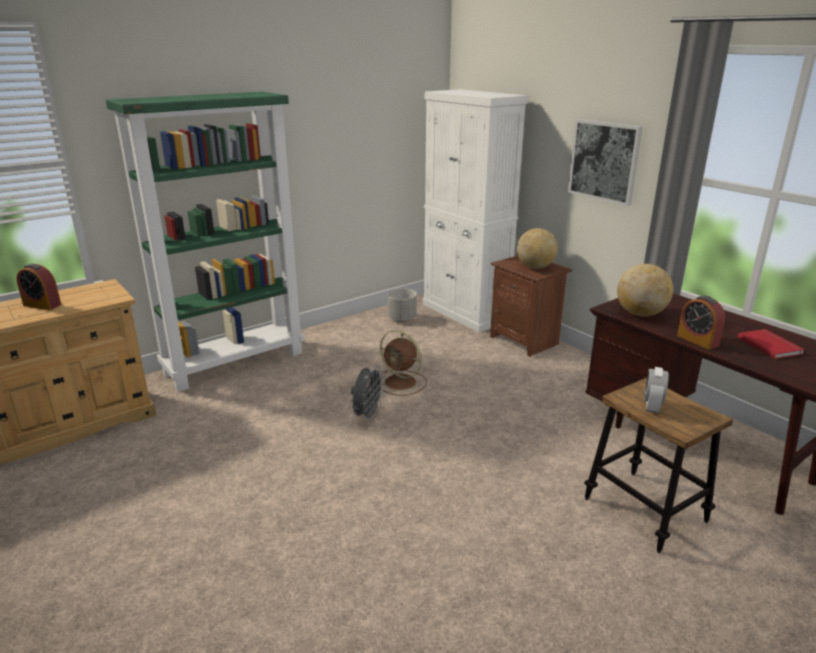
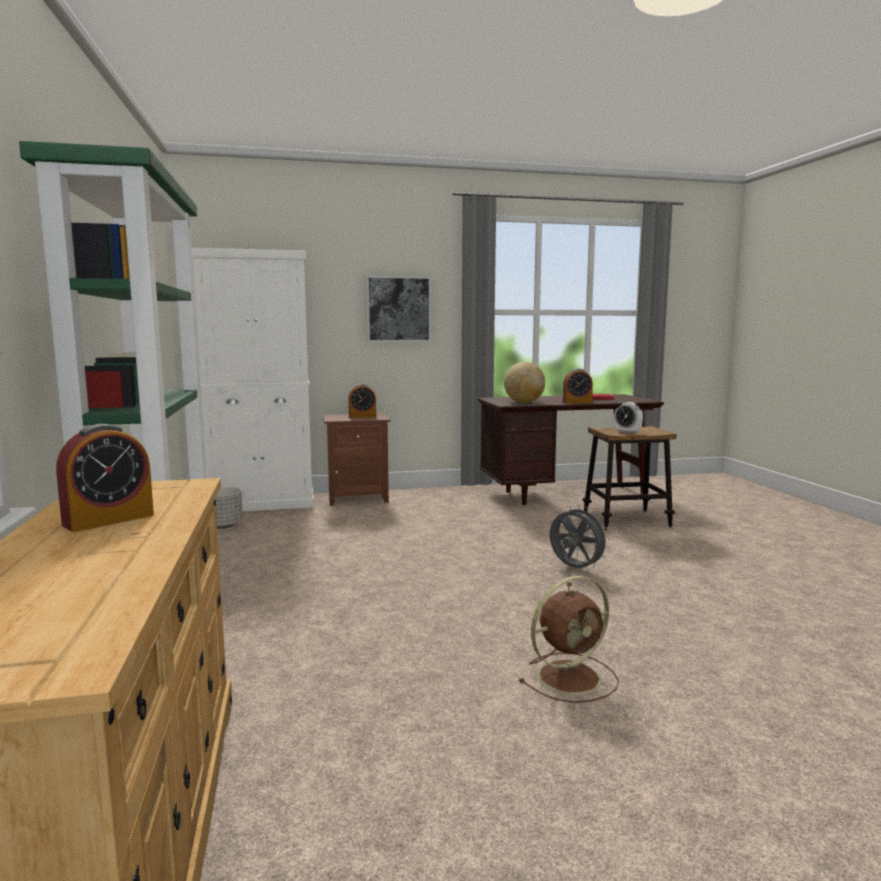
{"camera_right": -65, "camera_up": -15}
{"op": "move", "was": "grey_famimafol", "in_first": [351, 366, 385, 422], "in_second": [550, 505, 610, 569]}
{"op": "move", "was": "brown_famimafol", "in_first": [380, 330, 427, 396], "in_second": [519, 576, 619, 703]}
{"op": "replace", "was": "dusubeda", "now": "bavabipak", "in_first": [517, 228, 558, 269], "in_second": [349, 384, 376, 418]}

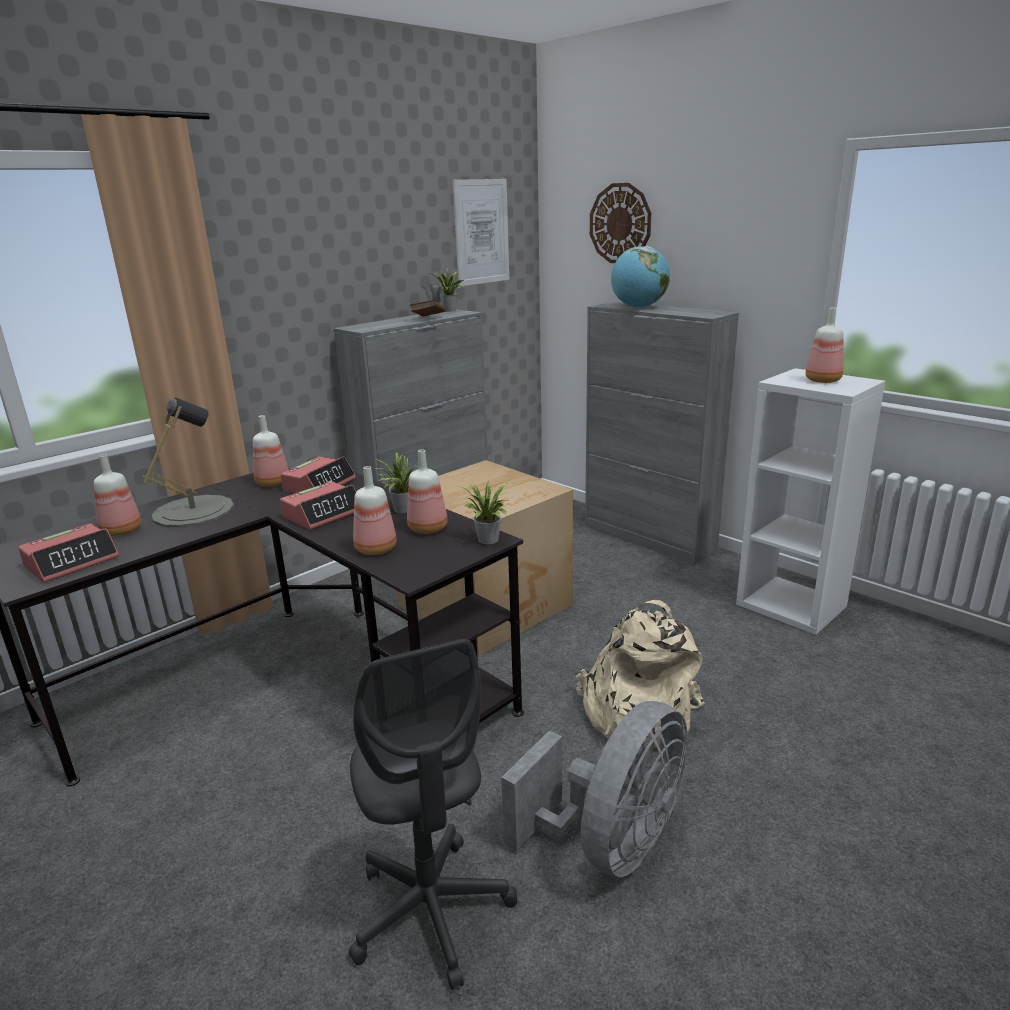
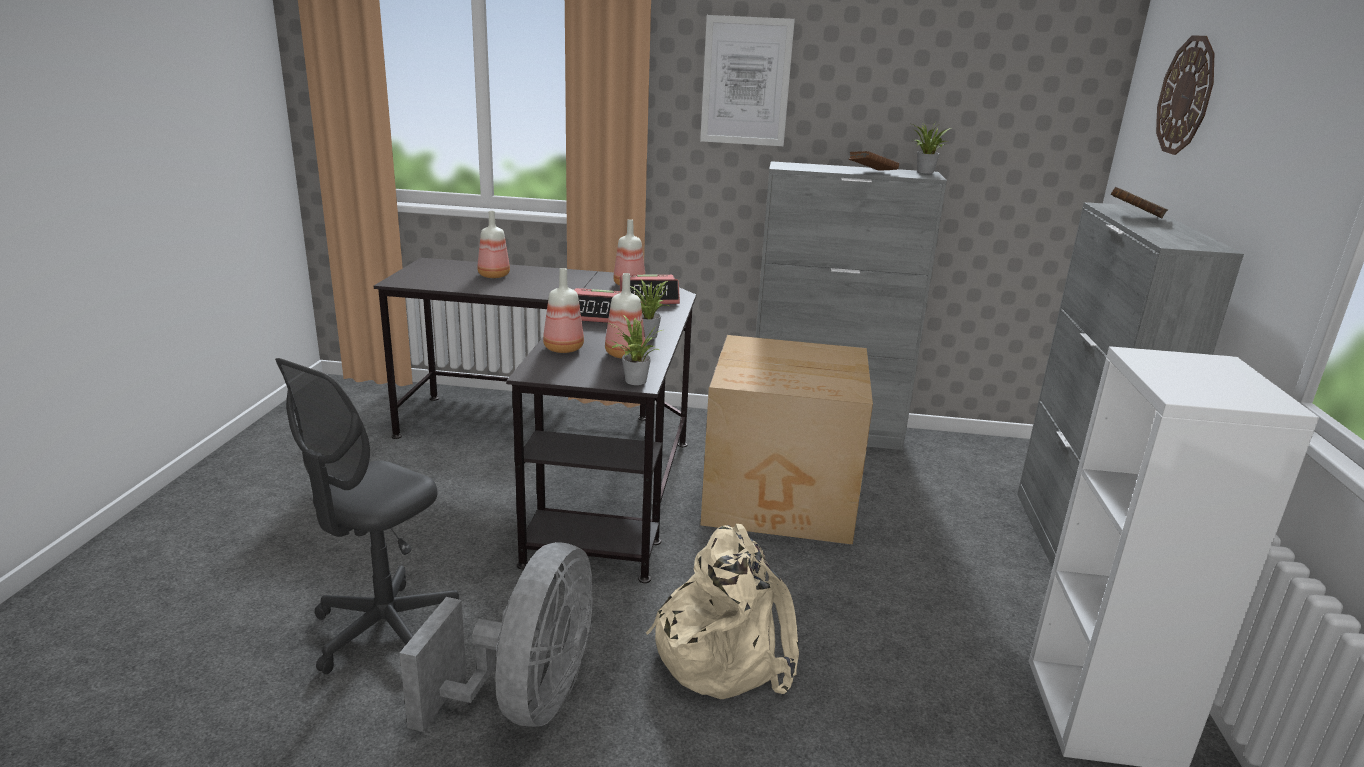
{"camera_right": 50, "camera_up": 0}
{"op": "delete", "was": "bavabipak", "in_first": [18, 524, 119, 583]}
{"op": "delete", "was": "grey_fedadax", "in_first": [143, 398, 234, 527]}
{"op": "move", "was": "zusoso", "in_first": [453, 179, 509, 286], "in_second": [700, 15, 795, 146]}
{"op": "rotate", "was": "grey_famimafol", "in_first": [501, 701, 687, 877], "in_second": [399, 542, 593, 732], "clockwise": -75}
{"op": "replace", "was": "dusubeda", "now": "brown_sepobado", "in_first": [611, 246, 670, 308], "in_second": [1111, 187, 1168, 218]}
{"op": "delete", "was": "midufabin", "in_first": [806, 308, 844, 383]}

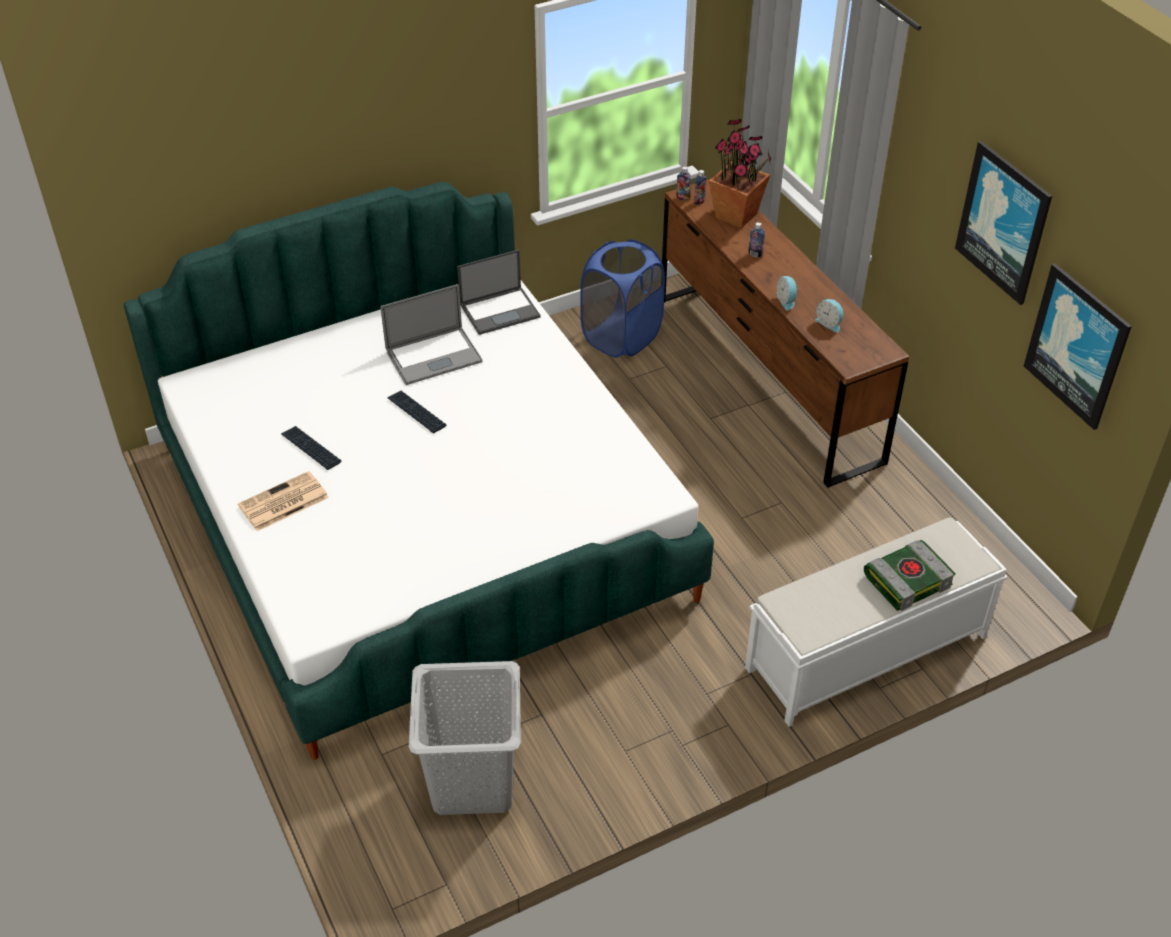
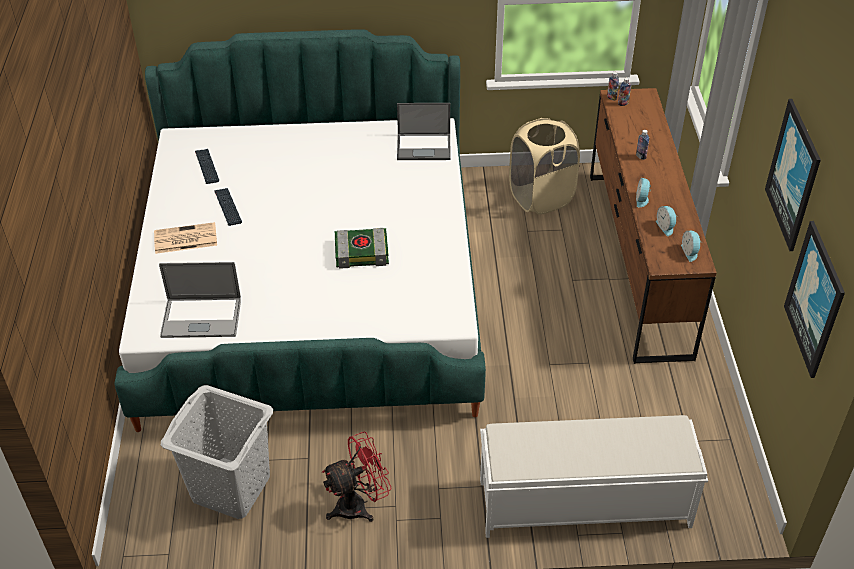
{"camera_right": 25, "camera_up": 0}
{"op": "move", "was": "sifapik", "in_first": [381, 284, 483, 385], "in_second": [159, 262, 241, 338]}
{"op": "move", "was": "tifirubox", "in_first": [387, 391, 446, 433], "in_second": [195, 149, 219, 184]}
{"op": "recolor", "was": "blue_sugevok", "now": "beige_sugevok", "in_first": [580, 239, 665, 358], "in_second": [509, 118, 580, 215]}
{"op": "delete", "was": "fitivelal", "in_first": [709, 119, 771, 228]}
{"op": "move", "was": "sepobado", "in_first": [864, 540, 955, 611], "in_second": [335, 228, 389, 269]}
{"op": "insert", "now": "red_famimafol", "in_second": [322, 432, 391, 522]}
{"op": "insert", "now": "bavabipak", "in_second": [681, 231, 702, 262]}

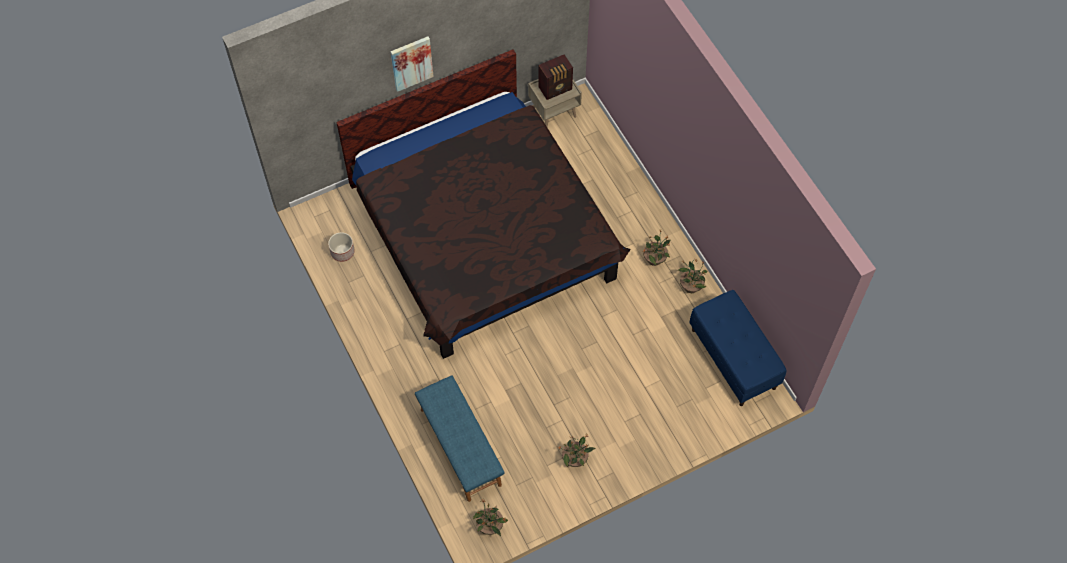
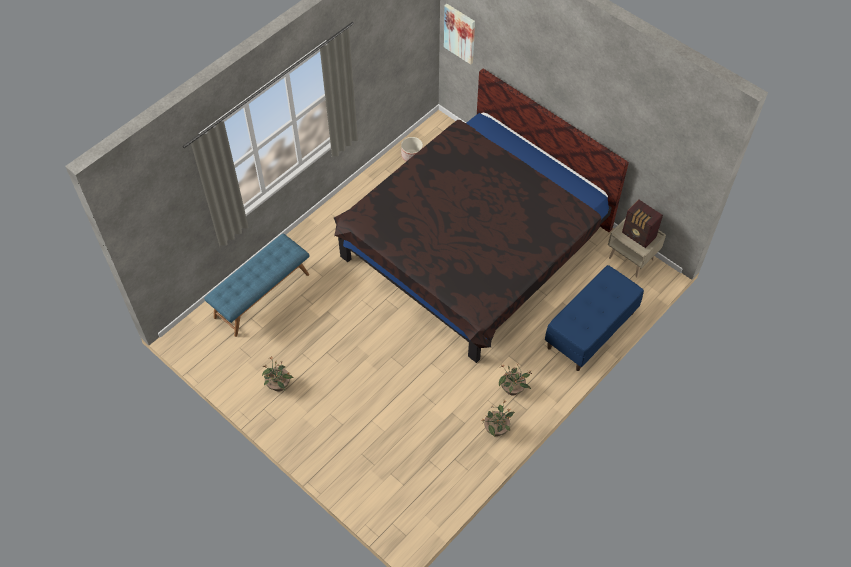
{"camera_right": 70, "camera_up": -5}
{"op": "move", "was": "zusoso", "in_first": [391, 36, 434, 92], "in_second": [444, 4, 475, 65]}
{"op": "delete", "was": "fitivelal", "in_first": [473, 500, 508, 536]}
{"op": "move", "was": "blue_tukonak", "in_first": [689, 290, 787, 406], "in_second": [545, 265, 644, 371]}

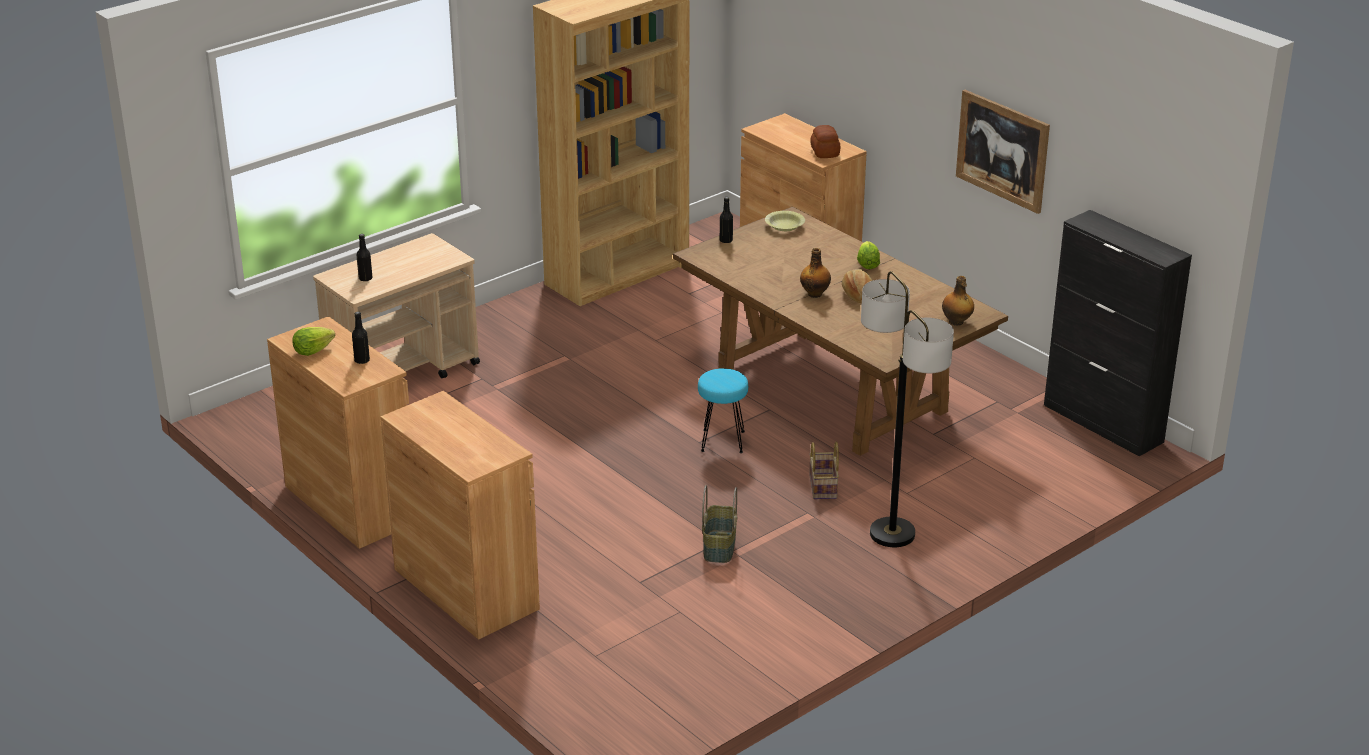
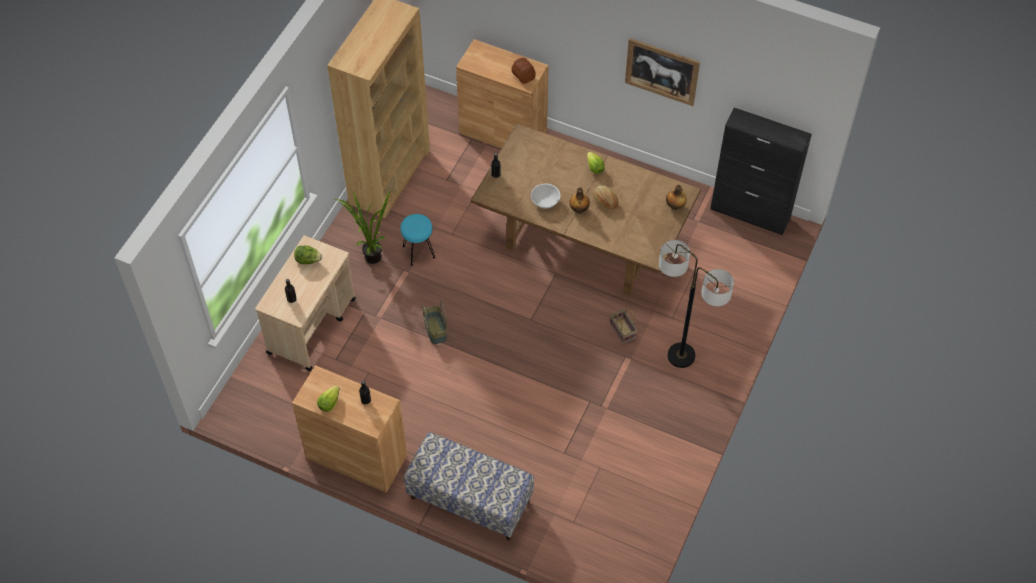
{"camera_right": -25, "camera_up": 25}
{"op": "replace", "was": "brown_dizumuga", "now": "tukonak", "in_first": [380, 391, 540, 640], "in_second": [404, 432, 534, 540]}
{"op": "move", "was": "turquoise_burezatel", "in_first": [698, 368, 748, 453], "in_second": [400, 214, 435, 266]}
{"op": "move", "was": "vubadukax", "in_first": [702, 485, 737, 563], "in_second": [423, 301, 447, 344]}
{"op": "delete", "was": "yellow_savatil", "in_first": [765, 211, 805, 231]}
{"op": "insert", "now": "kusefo", "in_second": [294, 246, 323, 264]}
{"op": "insert", "now": "fitivelal", "in_second": [335, 192, 390, 264]}
{"op": "insert", "now": "white_savatil", "in_second": [531, 184, 560, 209]}

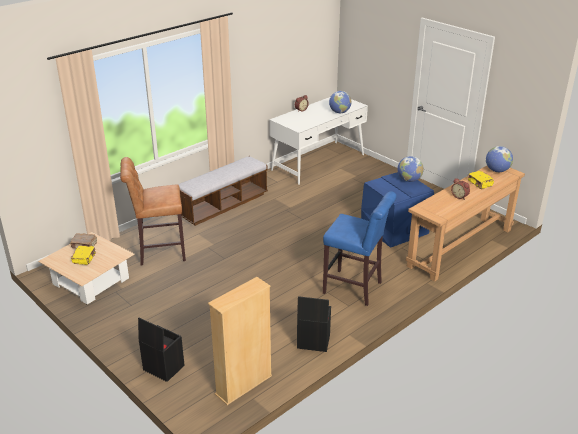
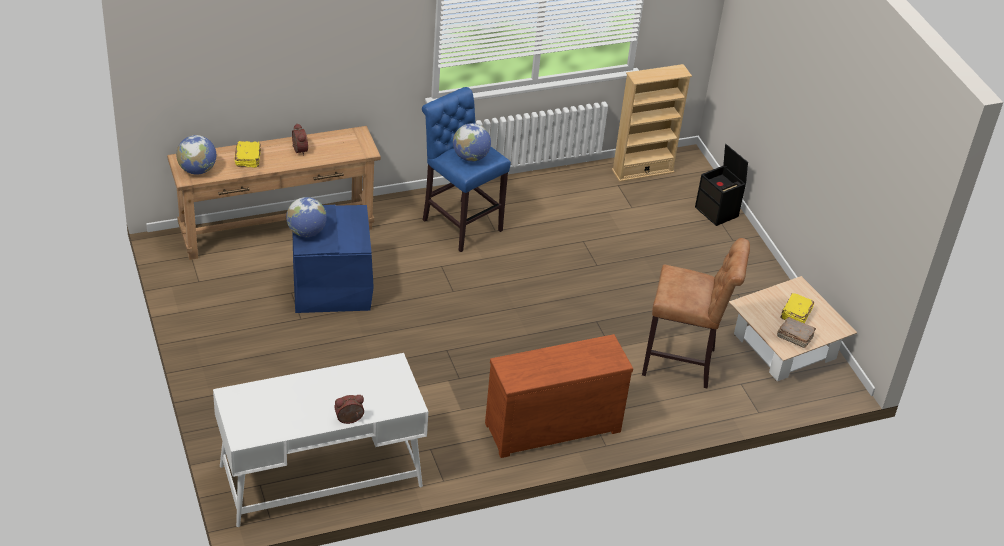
{"camera_right": -160, "camera_up": 10}
{"op": "replace", "was": "tukonak", "now": "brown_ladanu", "in_first": [178, 156, 268, 226], "in_second": [485, 334, 633, 458]}
{"op": "delete", "was": "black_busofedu", "in_first": [297, 296, 331, 352]}
{"op": "move", "was": "dusubeda", "in_first": [329, 91, 352, 114], "in_second": [453, 123, 491, 162]}

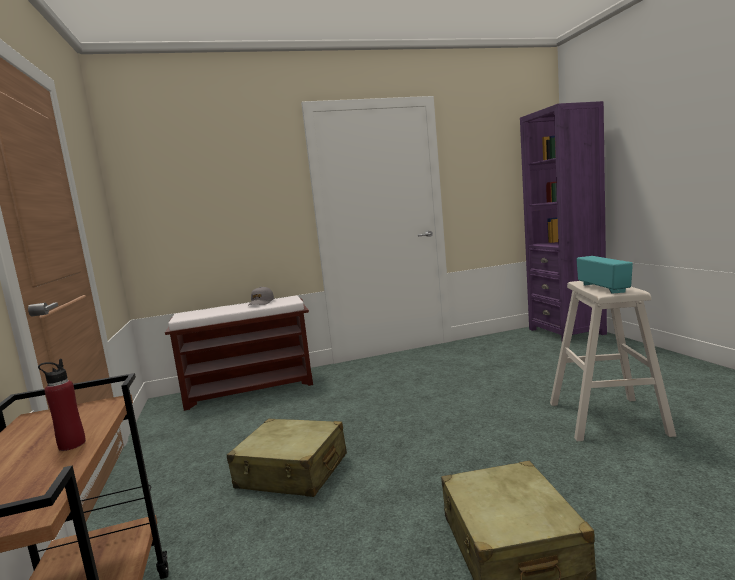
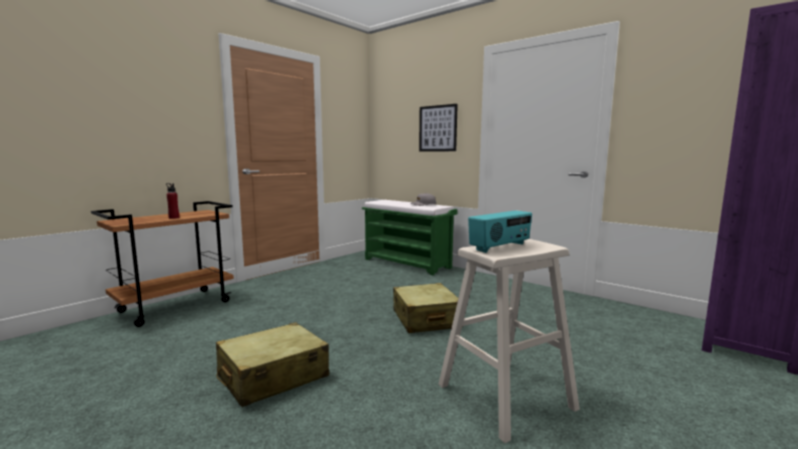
{"camera_right": 55, "camera_up": 0}
{"op": "recolor", "was": "brown_tukonak", "now": "green_tukonak", "in_first": [165, 295, 313, 411], "in_second": [362, 200, 457, 275]}
{"op": "move", "was": "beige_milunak", "in_first": [227, 419, 347, 497], "in_second": [393, 283, 463, 333]}
{"op": "insert", "now": "zusoso", "in_second": [419, 104, 458, 151]}

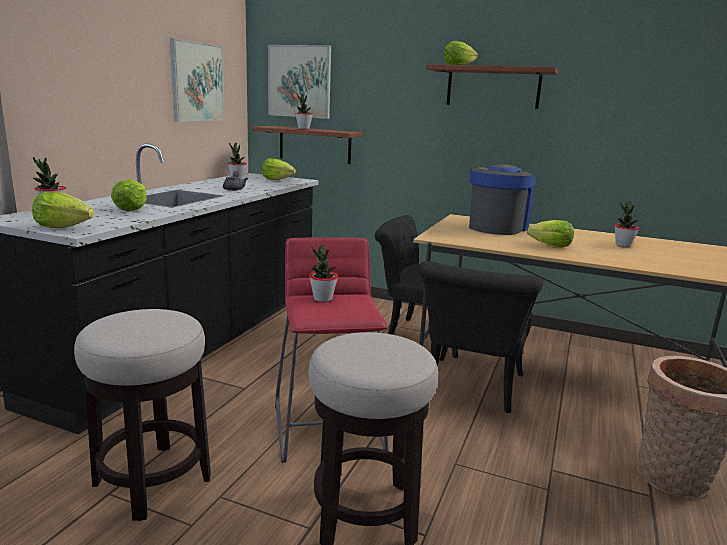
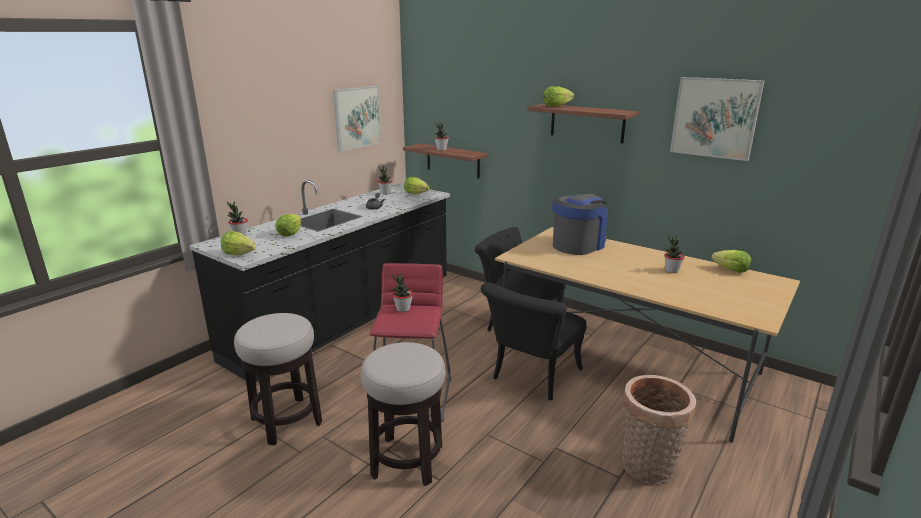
{"camera_right": 15, "camera_up": 5}
{"op": "move", "was": "zusoso", "in_first": [268, 45, 331, 119], "in_second": [670, 77, 764, 161]}
{"op": "move", "was": "kusefo", "in_first": [527, 220, 574, 247], "in_second": [711, 250, 751, 273]}

